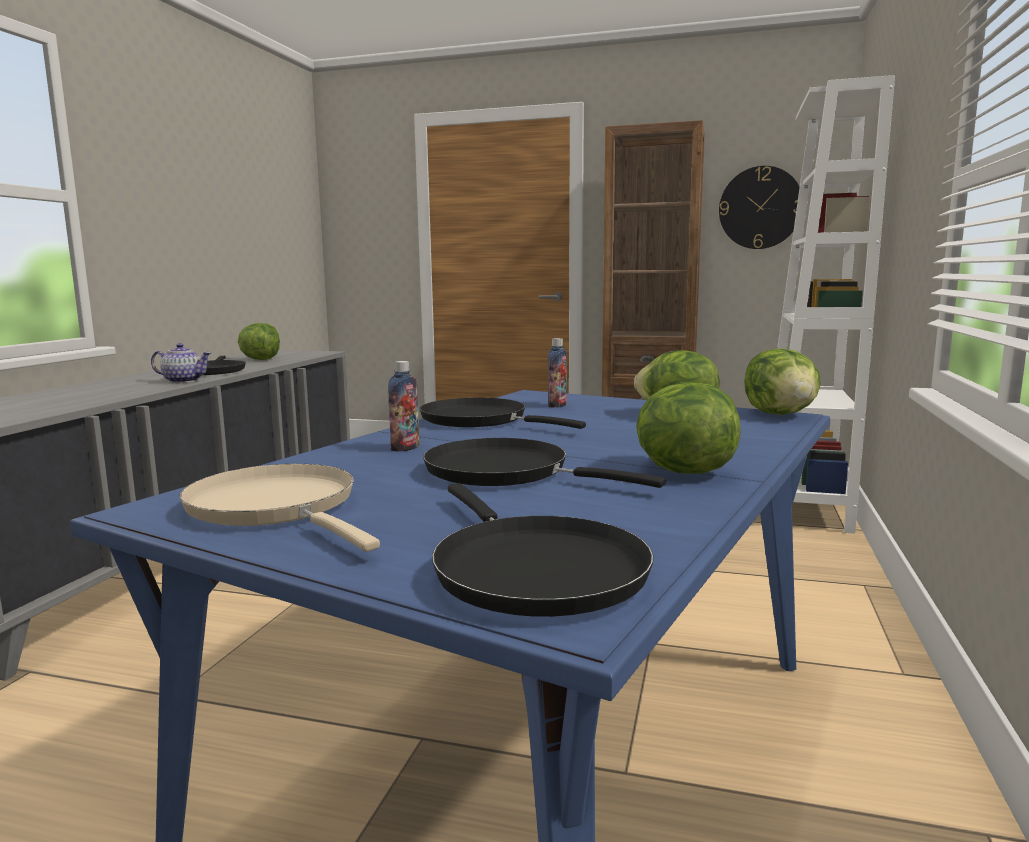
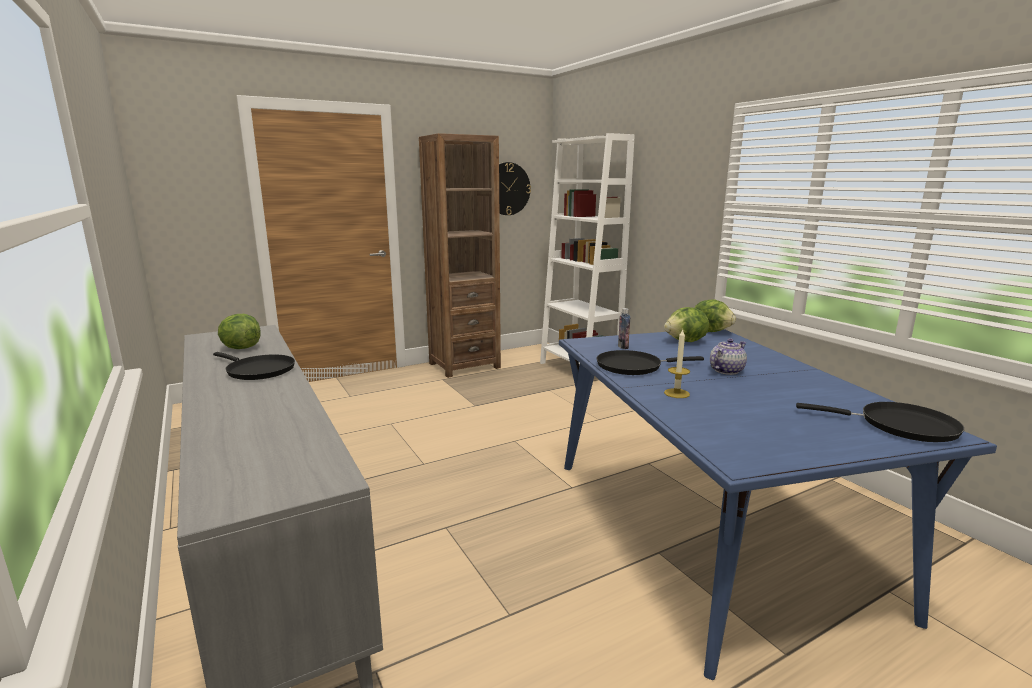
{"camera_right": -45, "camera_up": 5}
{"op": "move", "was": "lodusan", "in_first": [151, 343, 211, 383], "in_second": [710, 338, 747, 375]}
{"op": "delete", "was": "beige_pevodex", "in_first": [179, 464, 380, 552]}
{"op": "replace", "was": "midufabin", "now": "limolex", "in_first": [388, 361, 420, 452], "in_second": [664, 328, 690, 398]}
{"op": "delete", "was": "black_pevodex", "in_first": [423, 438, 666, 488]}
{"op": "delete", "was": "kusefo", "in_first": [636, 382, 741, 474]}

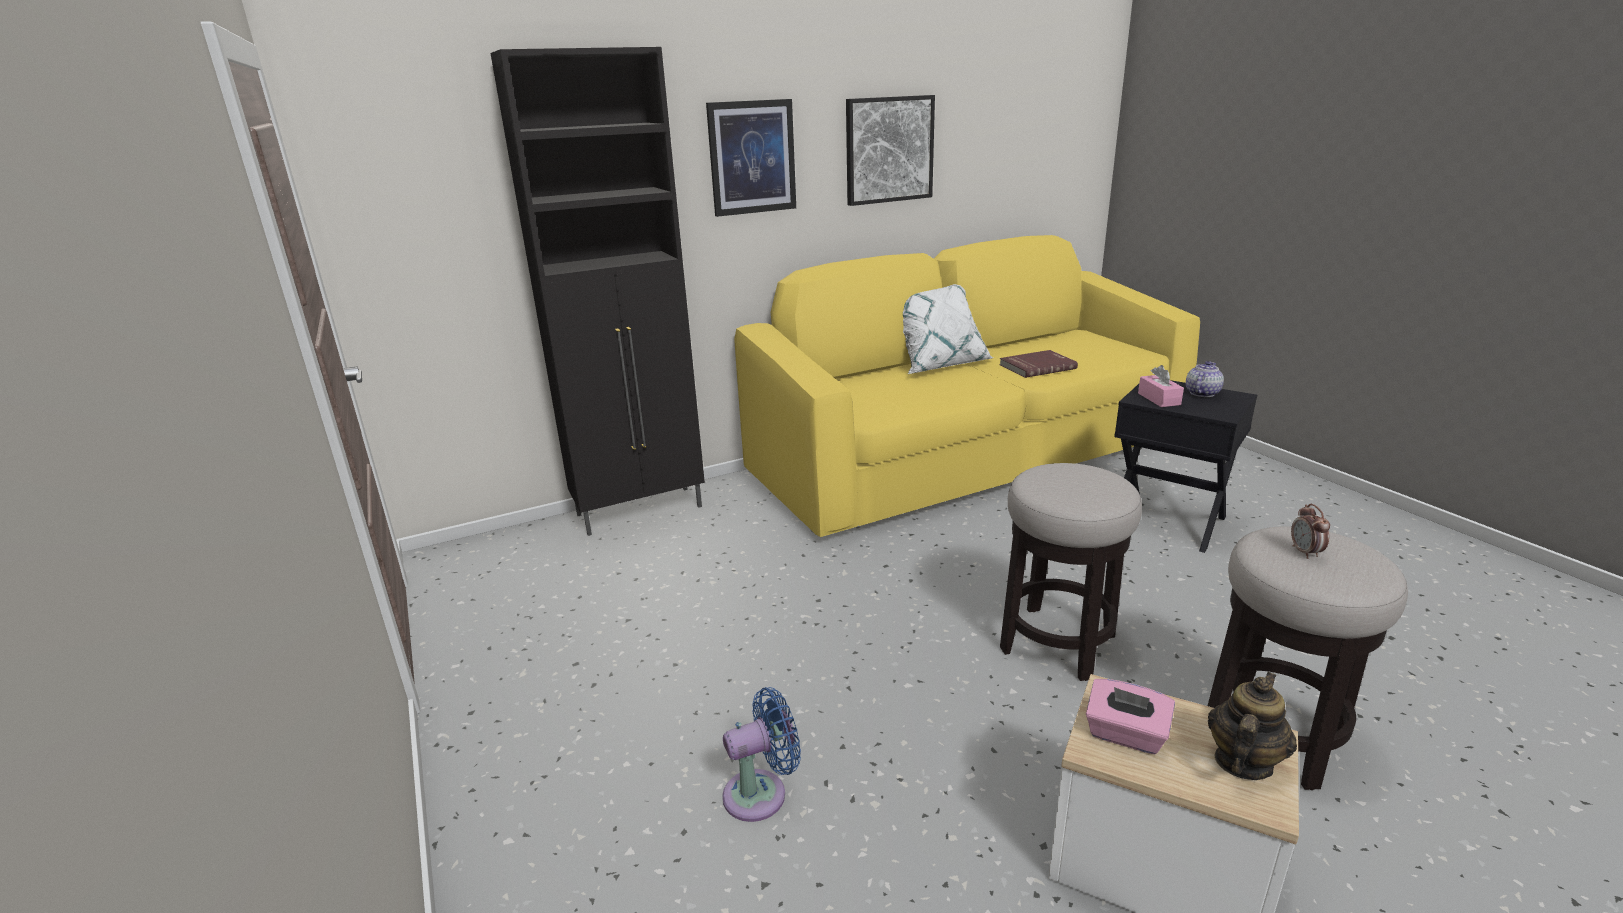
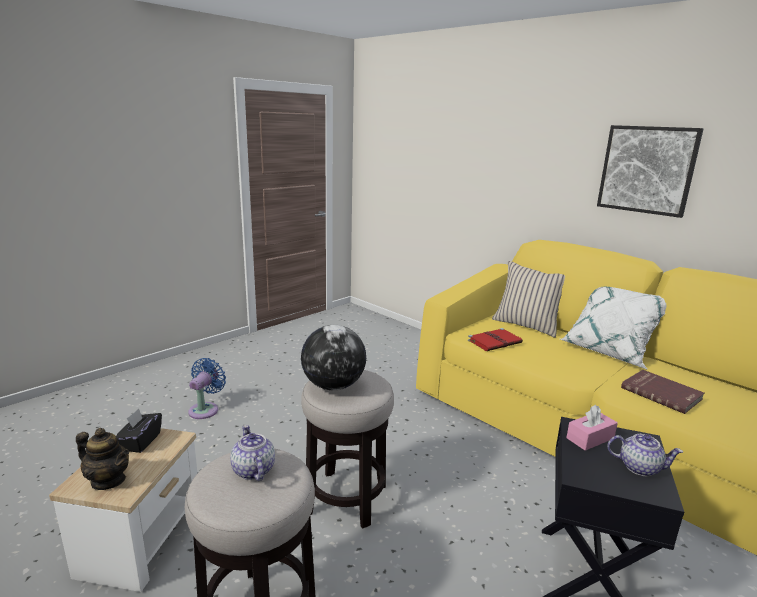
{"camera_right": 70, "camera_up": -5}
{"op": "delete", "was": "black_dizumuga", "in_first": [490, 47, 705, 536]}
{"op": "delete", "was": "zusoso", "in_first": [706, 99, 796, 217]}
{"op": "rotate", "was": "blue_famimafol", "in_first": [722, 687, 801, 822], "in_second": [188, 358, 226, 419], "clockwise": -120}
{"op": "recolor", "was": "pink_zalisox", "now": "black_zalisox", "in_first": [1086, 679, 1175, 754], "in_second": [116, 409, 162, 453]}
{"op": "replace", "was": "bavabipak", "now": "lodusan", "in_first": [1291, 504, 1330, 559], "in_second": [230, 425, 275, 481]}
{"op": "insert", "now": "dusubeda", "in_second": [301, 325, 366, 390]}
{"op": "insert", "now": "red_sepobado", "in_second": [468, 328, 523, 351]}
{"op": "insert", "now": "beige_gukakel", "in_second": [492, 261, 565, 338]}

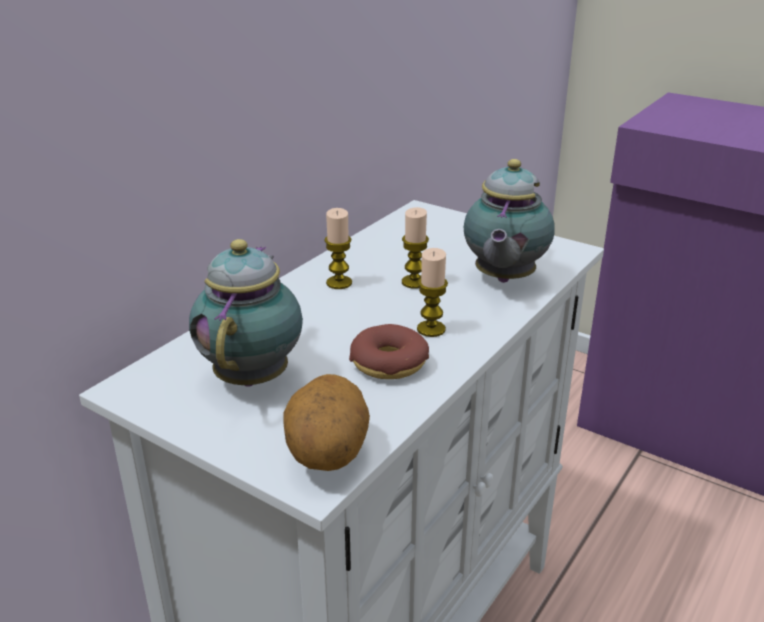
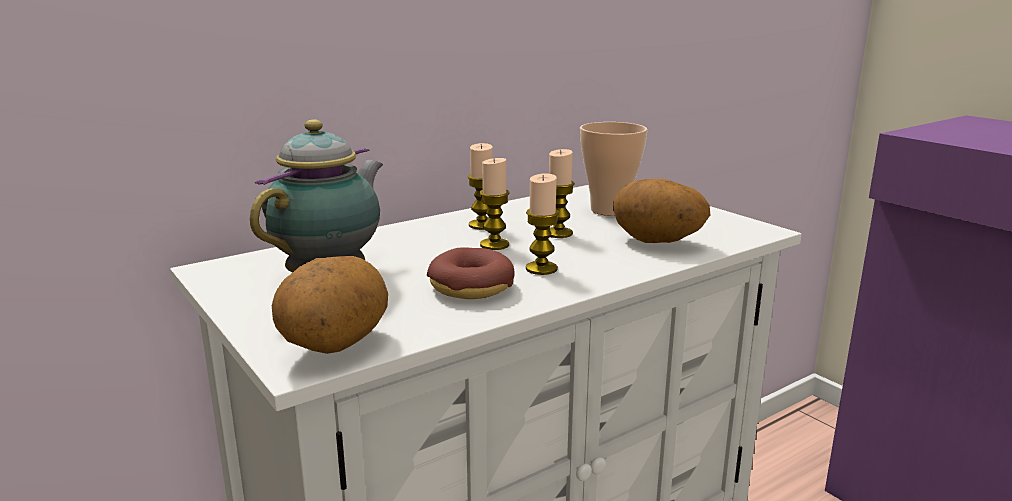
{"camera_right": 20, "camera_up": -10}
{"op": "replace", "was": "lodusan", "now": "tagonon", "in_first": [464, 159, 555, 283], "in_second": [613, 179, 710, 243]}
{"op": "insert", "now": "limolex", "in_second": [479, 158, 510, 250]}
{"op": "insert", "now": "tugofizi", "in_second": [580, 122, 648, 216]}

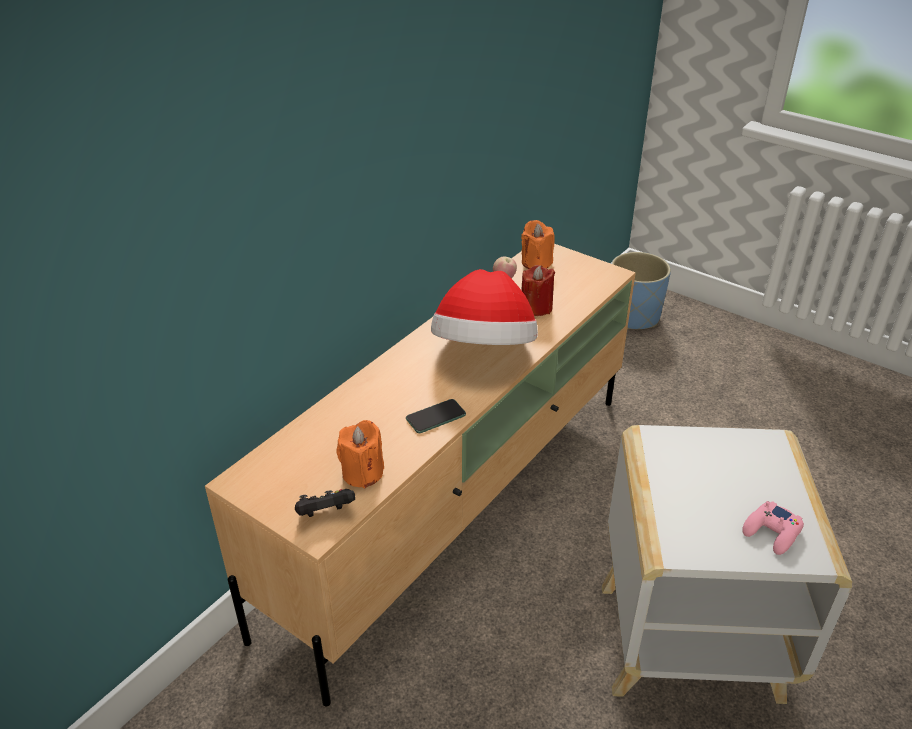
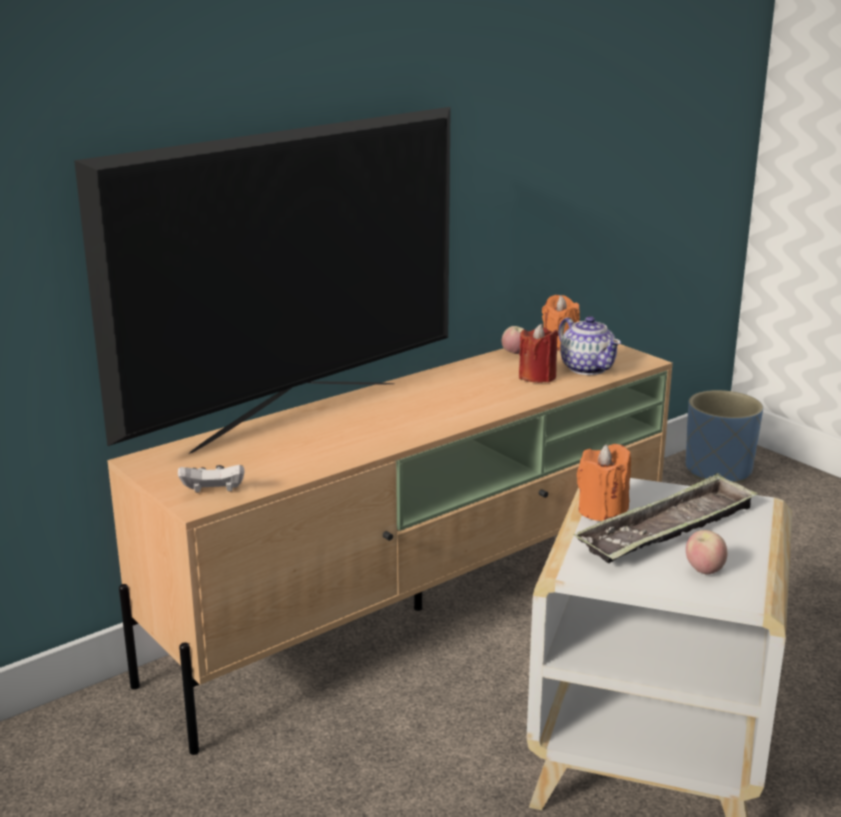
{"camera_right": 15, "camera_up": -15}
{"op": "recolor", "was": "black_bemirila", "now": "white_bemirila", "in_first": [295, 489, 355, 517], "in_second": [178, 465, 245, 493]}
{"op": "move", "was": "orange_limolex", "in_first": [336, 420, 384, 488], "in_second": [577, 444, 631, 521]}
{"op": "delete", "was": "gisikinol", "in_first": [406, 399, 466, 433]}
{"op": "delete", "was": "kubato", "in_first": [431, 269, 538, 345]}
{"op": "replace", "was": "pink_bemirila", "now": "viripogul", "in_first": [742, 501, 804, 555], "in_second": [686, 530, 727, 575]}
{"op": "insert", "now": "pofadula", "in_second": [74, 107, 451, 454]}
{"op": "insert", "now": "lodusan", "in_second": [559, 316, 621, 375]}
{"op": "insert", "now": "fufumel", "in_second": [573, 473, 758, 563]}

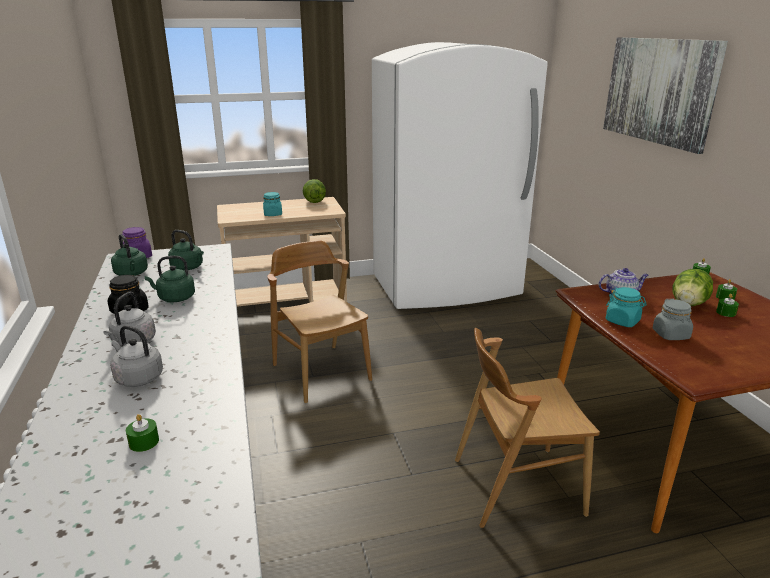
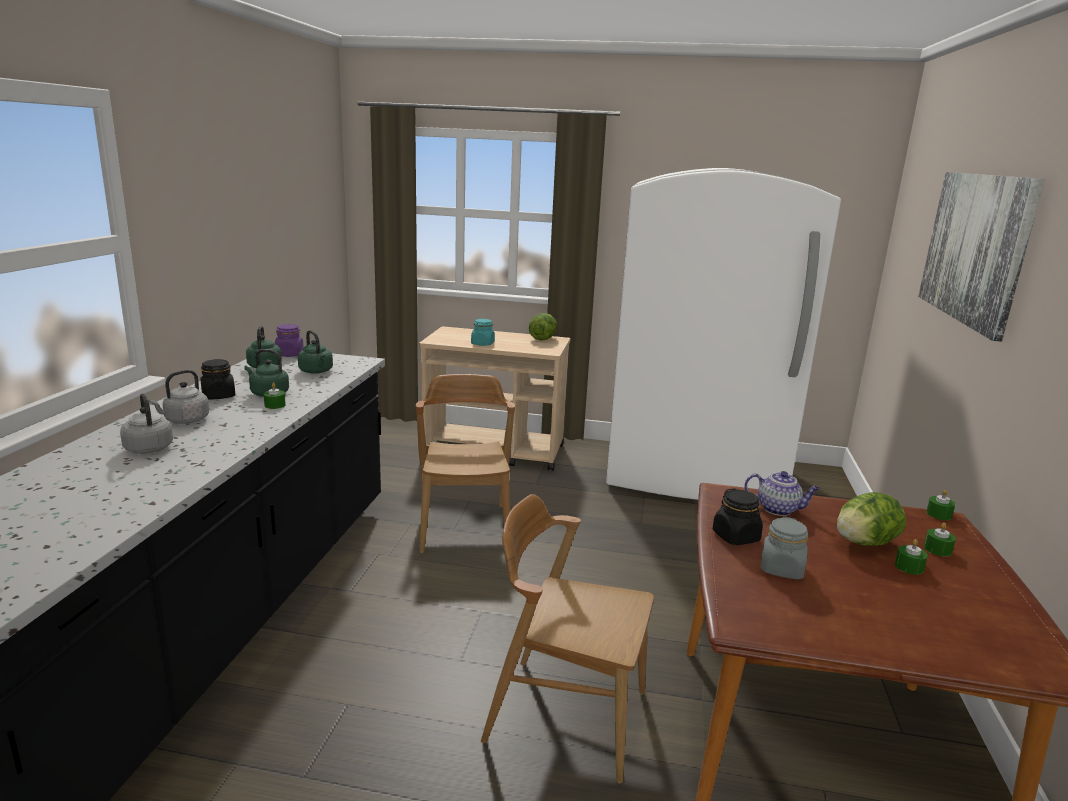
{"camera_right": 25, "camera_up": -5}
{"op": "move", "was": "green_limolex", "in_first": [126, 414, 159, 452], "in_second": [264, 383, 286, 409]}
{"op": "recolor", "was": "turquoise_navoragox", "now": "black_navoragox", "in_first": [606, 287, 647, 327], "in_second": [713, 488, 763, 545]}

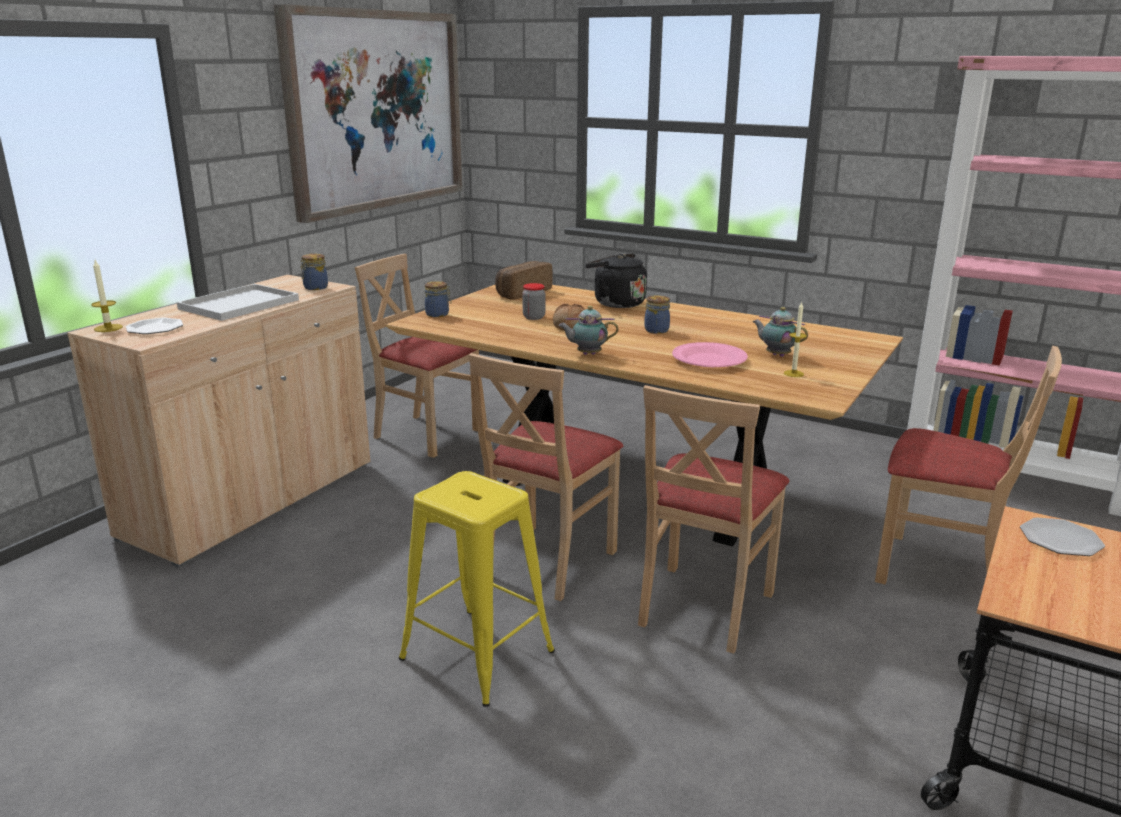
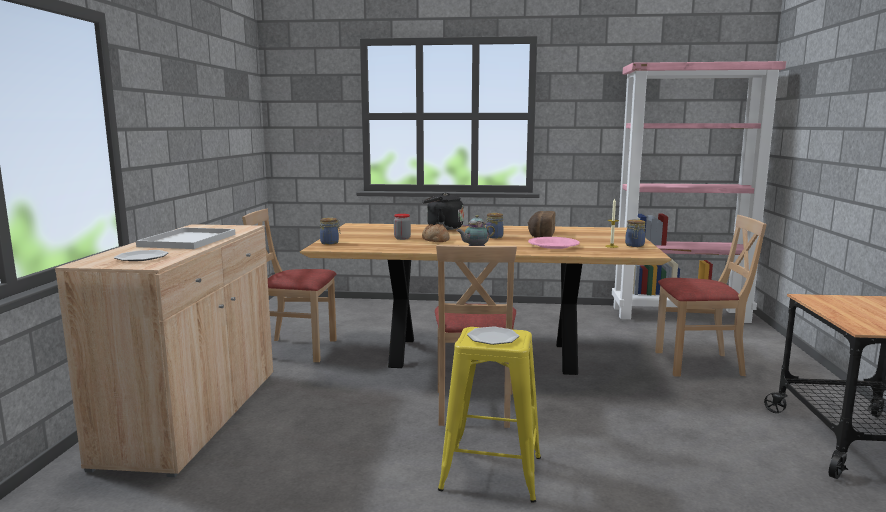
{"camera_right": -25, "camera_up": -10}
{"op": "delete", "was": "limolex", "in_first": [91, 260, 123, 332]}
{"op": "delete", "was": "zusoso", "in_first": [273, 4, 462, 223]}
{"op": "move", "was": "navoragox", "in_first": [300, 253, 328, 290], "in_second": [625, 219, 646, 247]}
{"op": "move", "was": "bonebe", "in_first": [495, 261, 553, 300], "in_second": [528, 211, 555, 238]}
{"op": "delete", "was": "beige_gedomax", "in_first": [638, 385, 789, 654]}
{"op": "delete", "was": "lodusan", "in_first": [752, 307, 808, 357]}
{"op": "move", "was": "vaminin", "in_first": [1020, 517, 1105, 556], "in_second": [467, 327, 519, 345]}

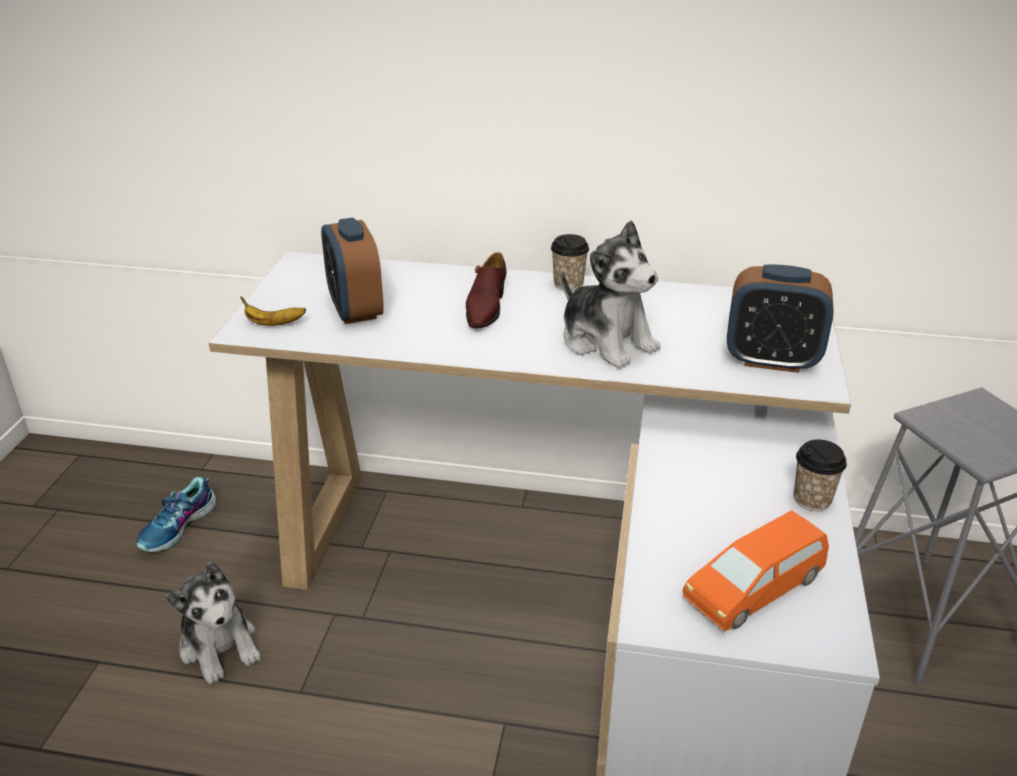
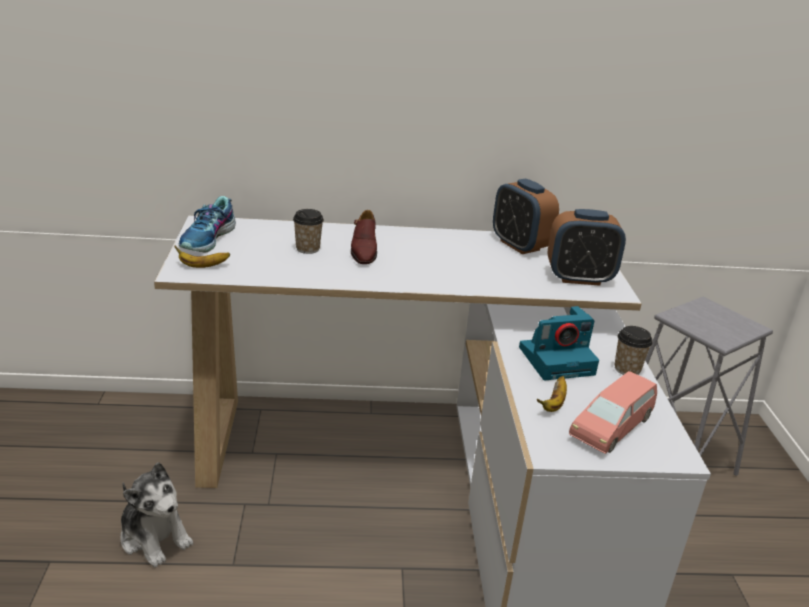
{"camera_right": -15, "camera_up": -5}
{"op": "move", "was": "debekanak", "in_first": [136, 477, 217, 552], "in_second": [179, 196, 236, 252]}
{"op": "move", "was": "bavabipak", "in_first": [321, 217, 384, 324], "in_second": [493, 178, 559, 254]}
{"op": "move", "was": "tugofizi", "in_first": [551, 234, 589, 291], "in_second": [293, 209, 324, 254]}
{"op": "delete", "was": "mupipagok", "in_first": [561, 220, 661, 369]}
{"op": "recolor", "was": "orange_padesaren", "now": "pink_padesaren", "in_first": [683, 510, 829, 632], "in_second": [569, 371, 657, 454]}
{"op": "insert", "now": "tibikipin", "in_second": [519, 306, 599, 380]}
{"op": "insert", "now": "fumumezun", "in_second": [537, 376, 567, 412]}

